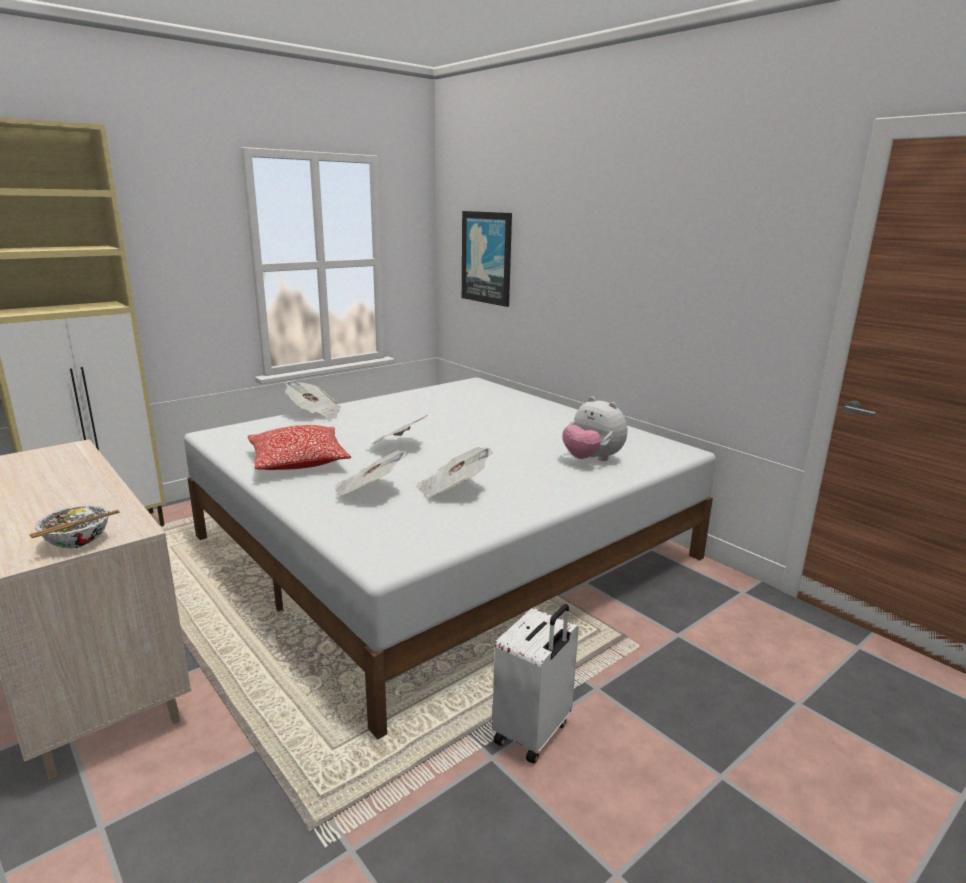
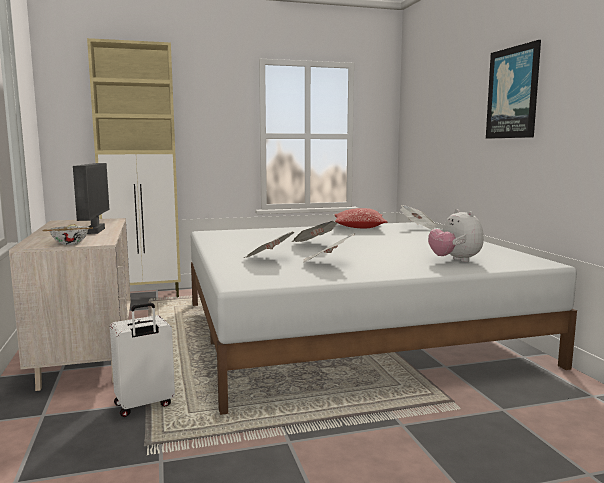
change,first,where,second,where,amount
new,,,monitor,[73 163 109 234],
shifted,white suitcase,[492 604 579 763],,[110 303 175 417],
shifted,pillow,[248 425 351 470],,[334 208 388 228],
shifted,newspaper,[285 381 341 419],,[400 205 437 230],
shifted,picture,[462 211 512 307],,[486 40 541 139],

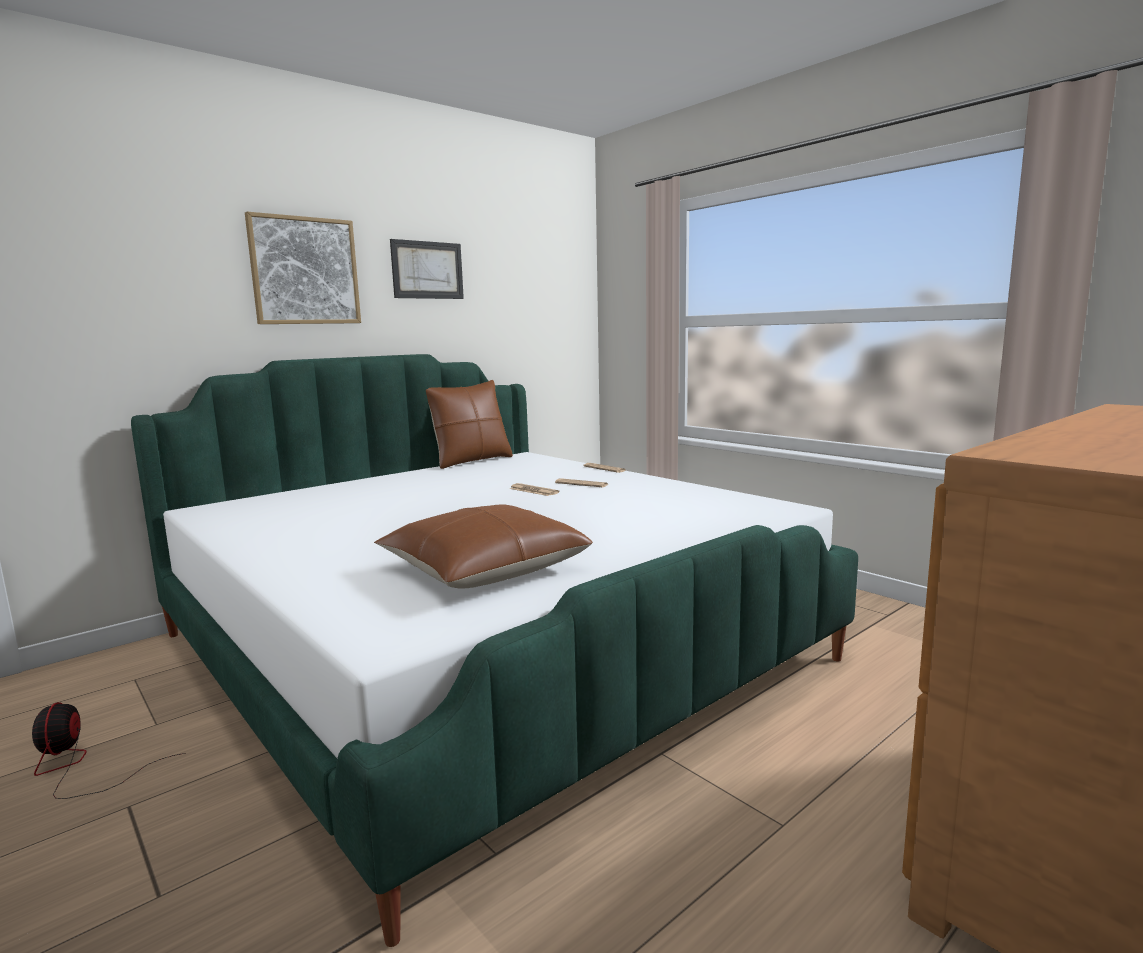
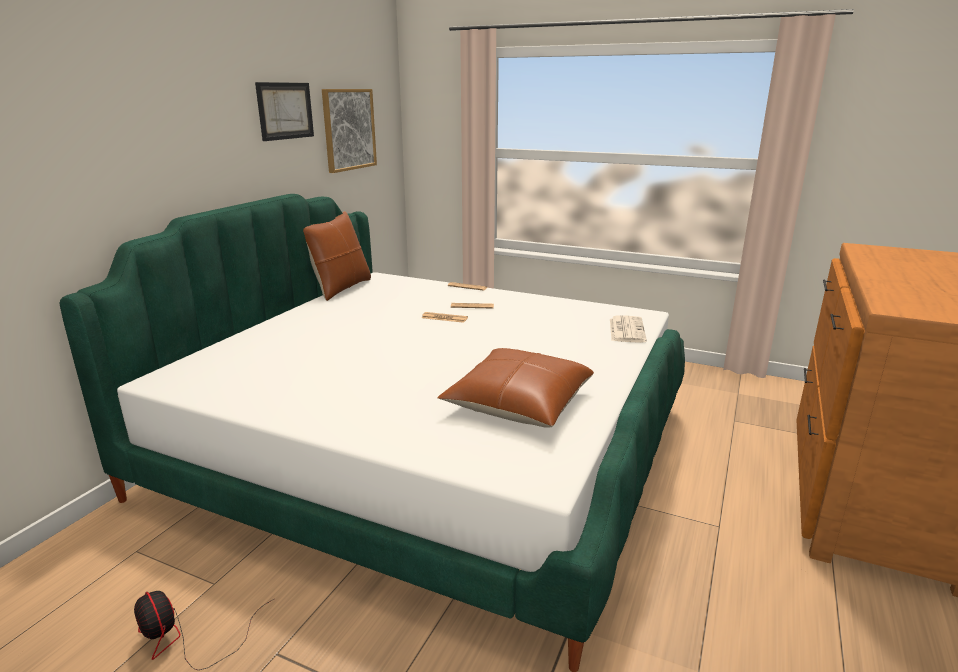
change,first,where,second,where,amount
shifted,picture,[245 212 361 324],,[322 89 377 173],
new,,,newspaper,[610 315 647 343],

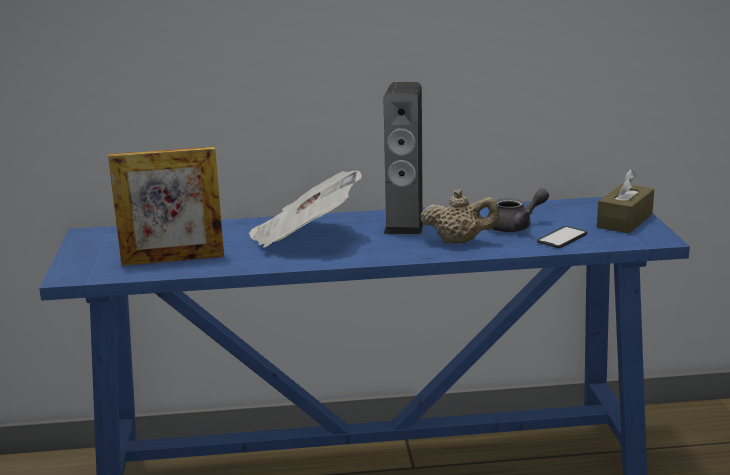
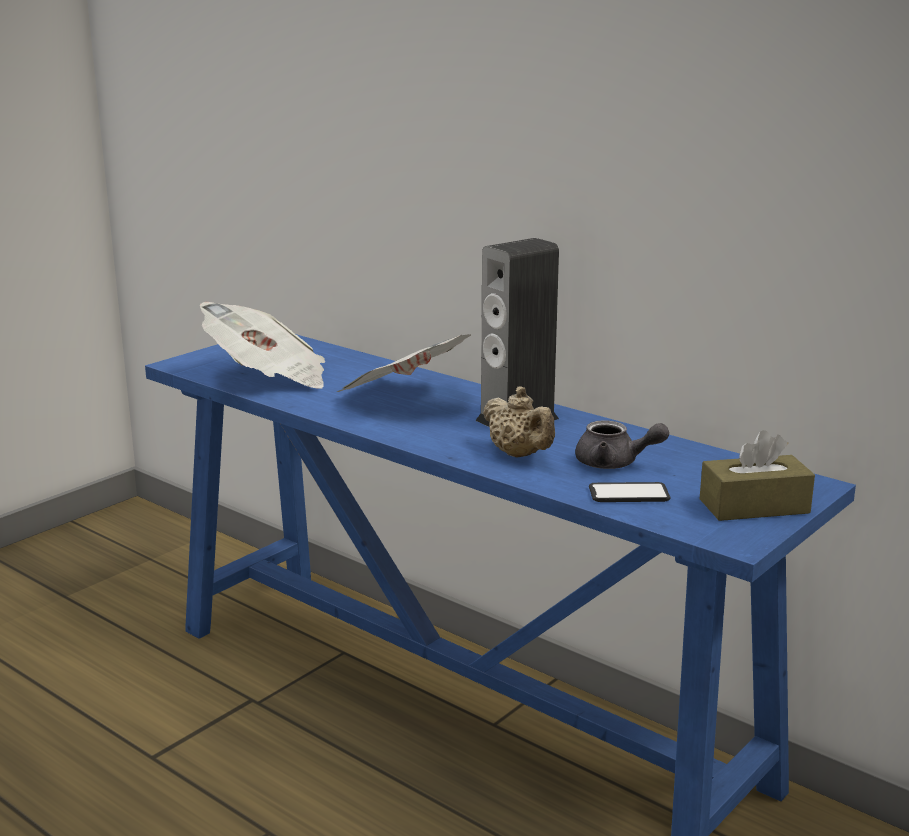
change,first,where,second,where,amount
swapped,picture frame,[108 147 224 266],newspaper,[200 302 325 388],

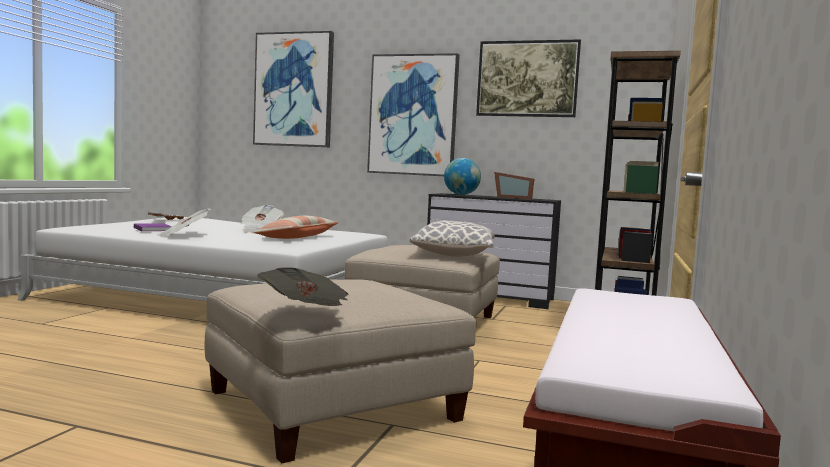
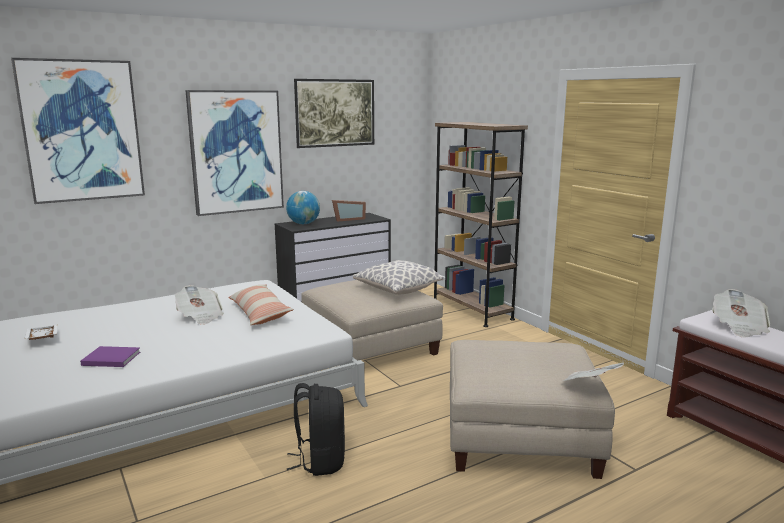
change,first,where,second,where,amount
new,,,black backpack,[287 383 345 476],
shifted,newspaper,[157 208 211 236],,[712 289 770 337],

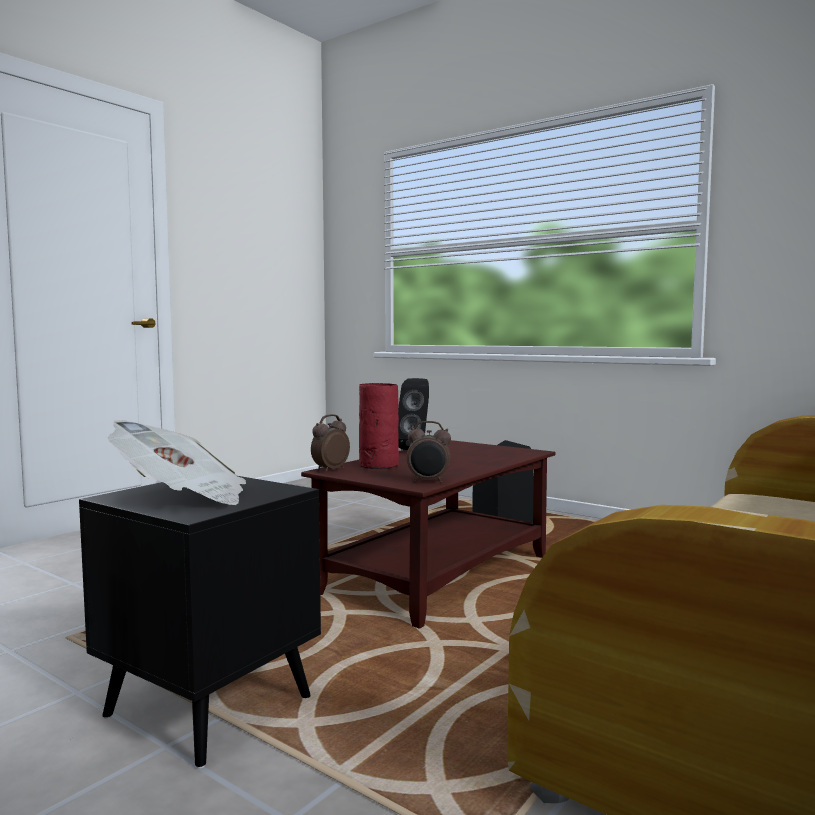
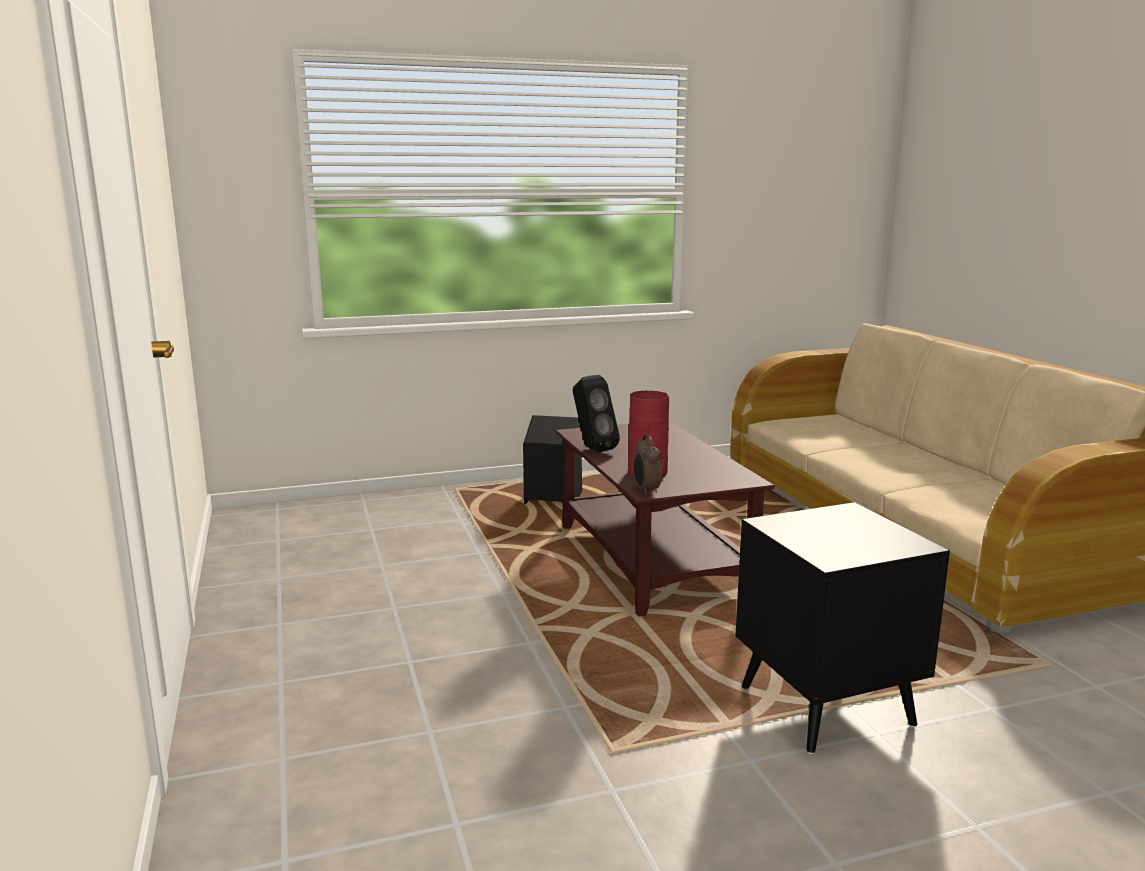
change,first,where,second,where,amount
gone,newspaper,[108 420 246 505],,,
gone,alarm clock,[407 421 451 483],,,

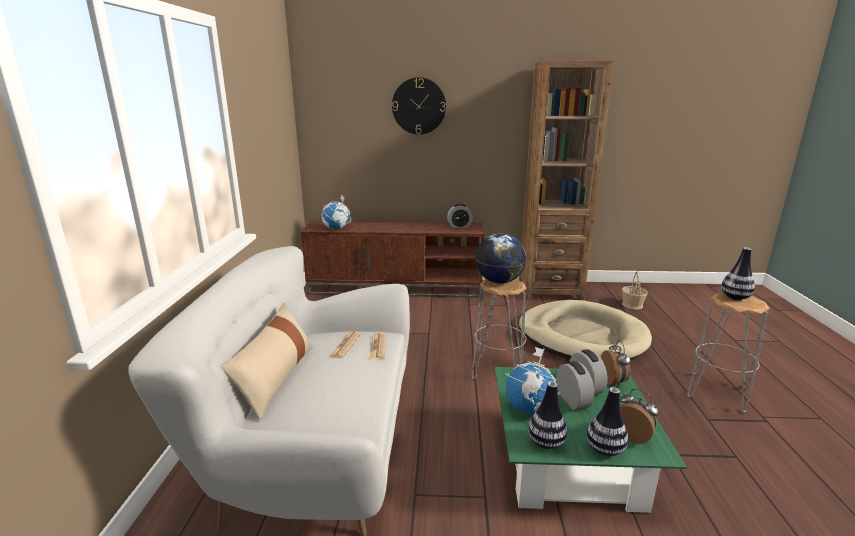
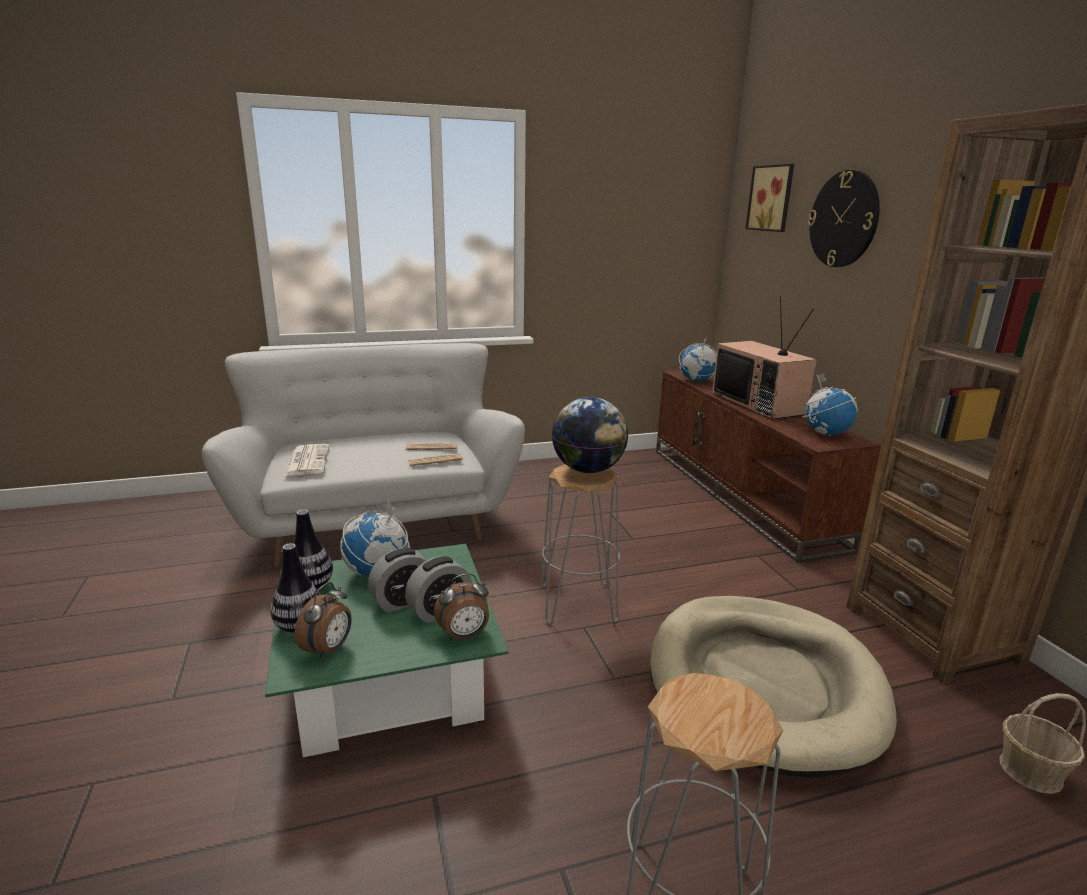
change,first,where,second,where,amount
new,,,newspaper,[284 444 329 476],
new,,,television,[712 296 817 419],
new,,,picture,[746 164 794 232],
swapped,alarm clock,[447 204 473 228],globe,[802 373 858 436],
gone,beige pillow,[220 303 313 420],,,
gone,vase,[721 247 755 300],,,

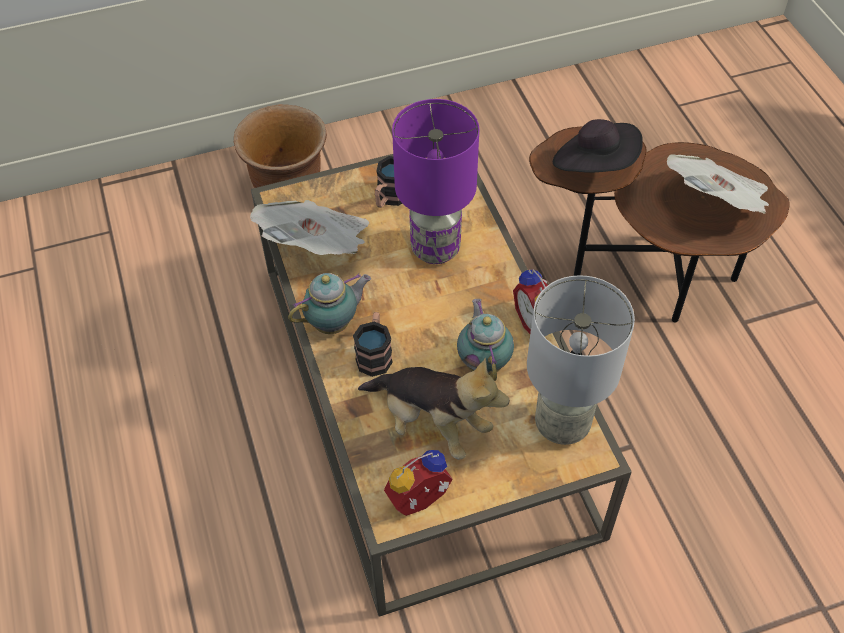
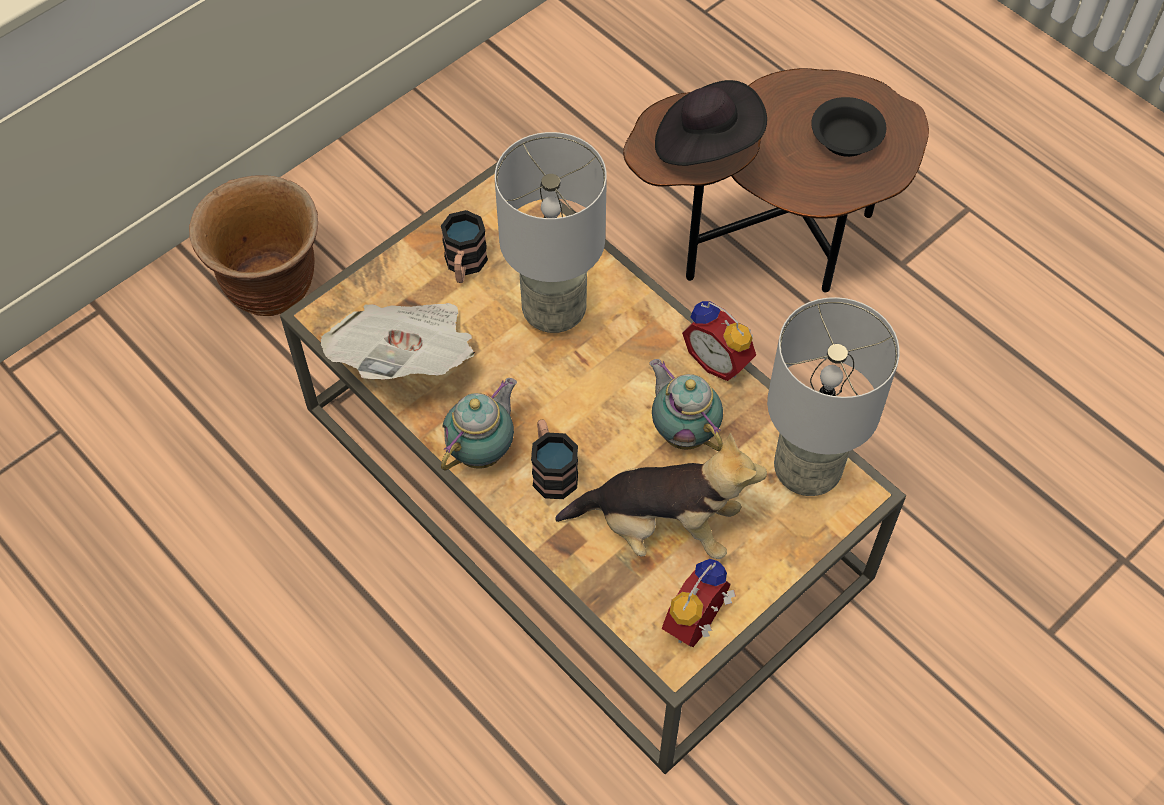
change,first,where,second,where,amount
repainted,purple table lamp,[392 99 479 264],grey table lamp,[495 132 607 333],
swapped,newspaper,[667 154 769 213],black bowl,[811 97 886 157],

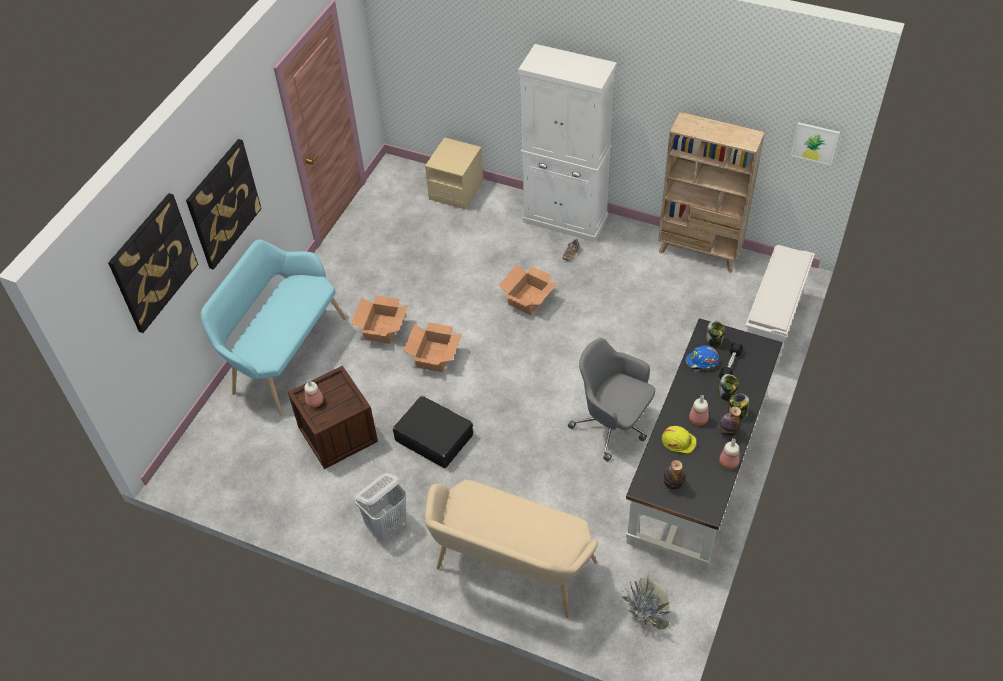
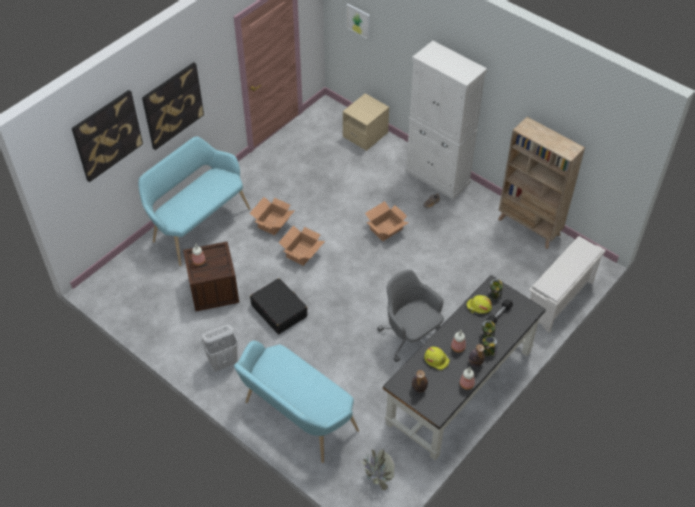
change,first,where,second,where,amount
repainted,beige bench,[425 479 598 618],turquoise bench,[234 341 359 463],
shifted,picture,[791 122 840 165],,[346 3 370 39],
repainted,blue hard hat,[686 346 719 372],yellow hard hat,[467 295 492 314],

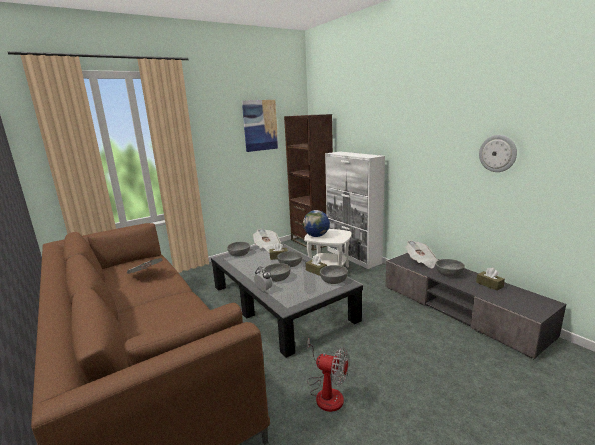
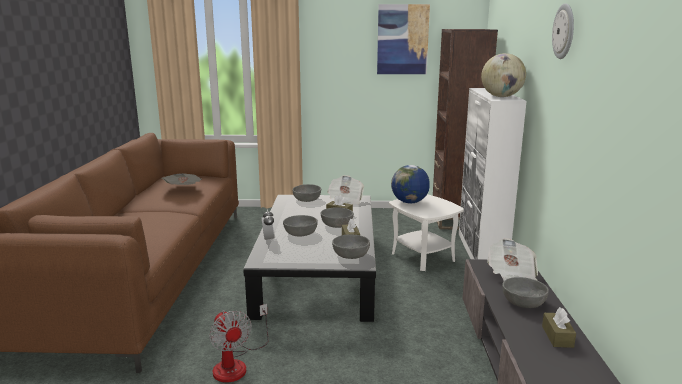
change,first,where,second,where,amount
new,,,globe,[481 53 526 97],
shifted,wall clock,[479 135 517 172],,[552 3 574 59],

